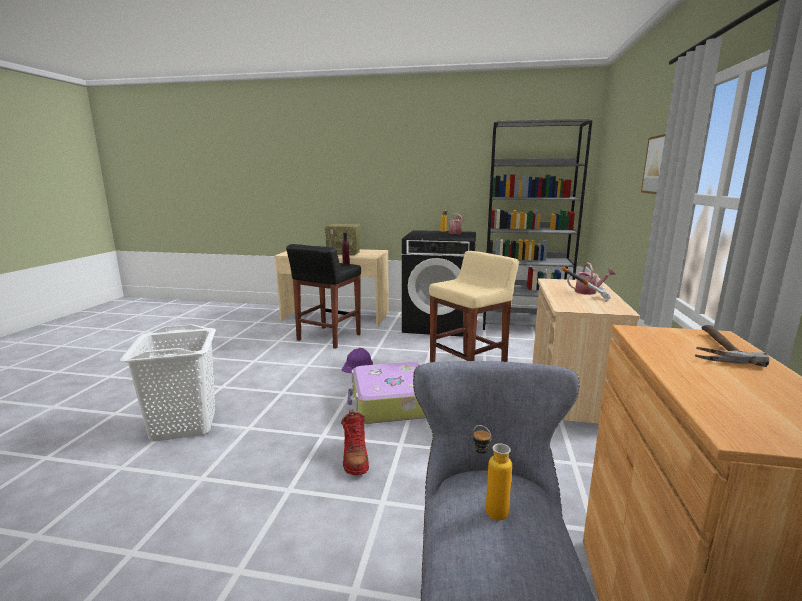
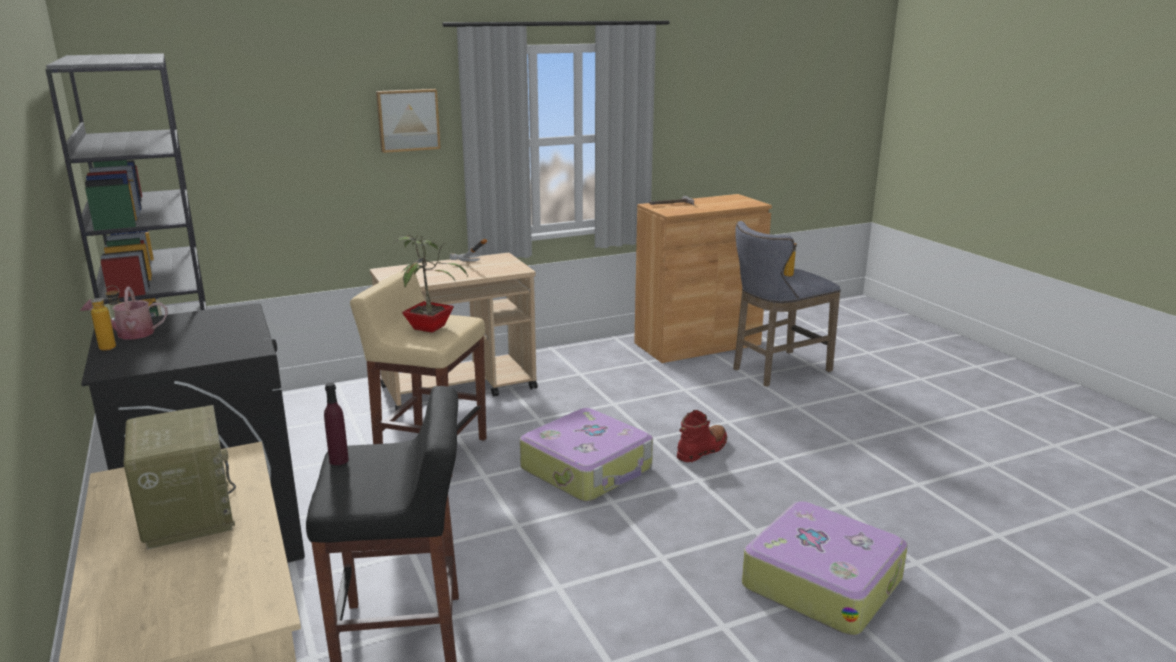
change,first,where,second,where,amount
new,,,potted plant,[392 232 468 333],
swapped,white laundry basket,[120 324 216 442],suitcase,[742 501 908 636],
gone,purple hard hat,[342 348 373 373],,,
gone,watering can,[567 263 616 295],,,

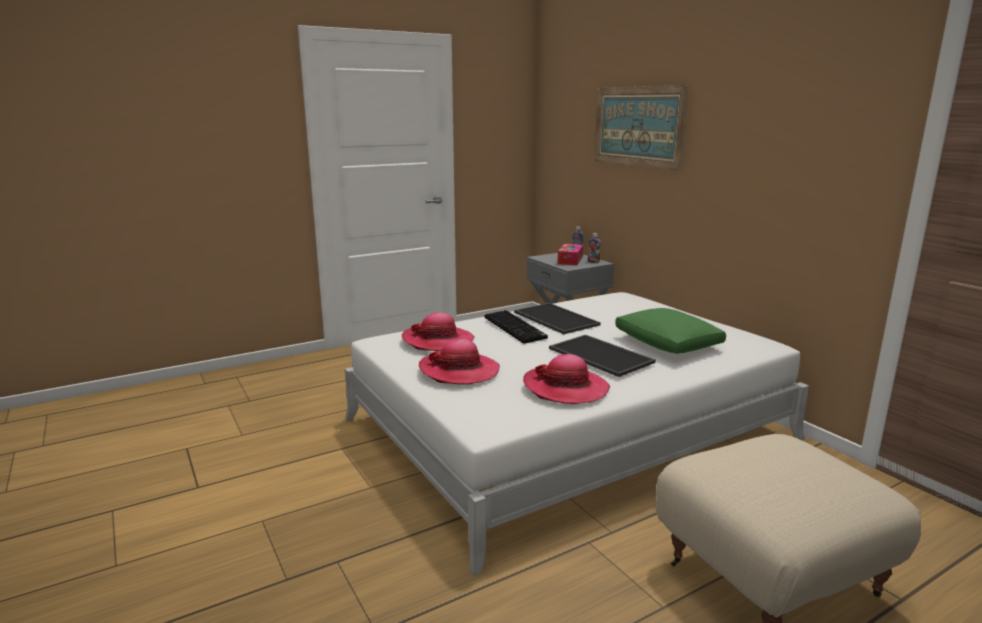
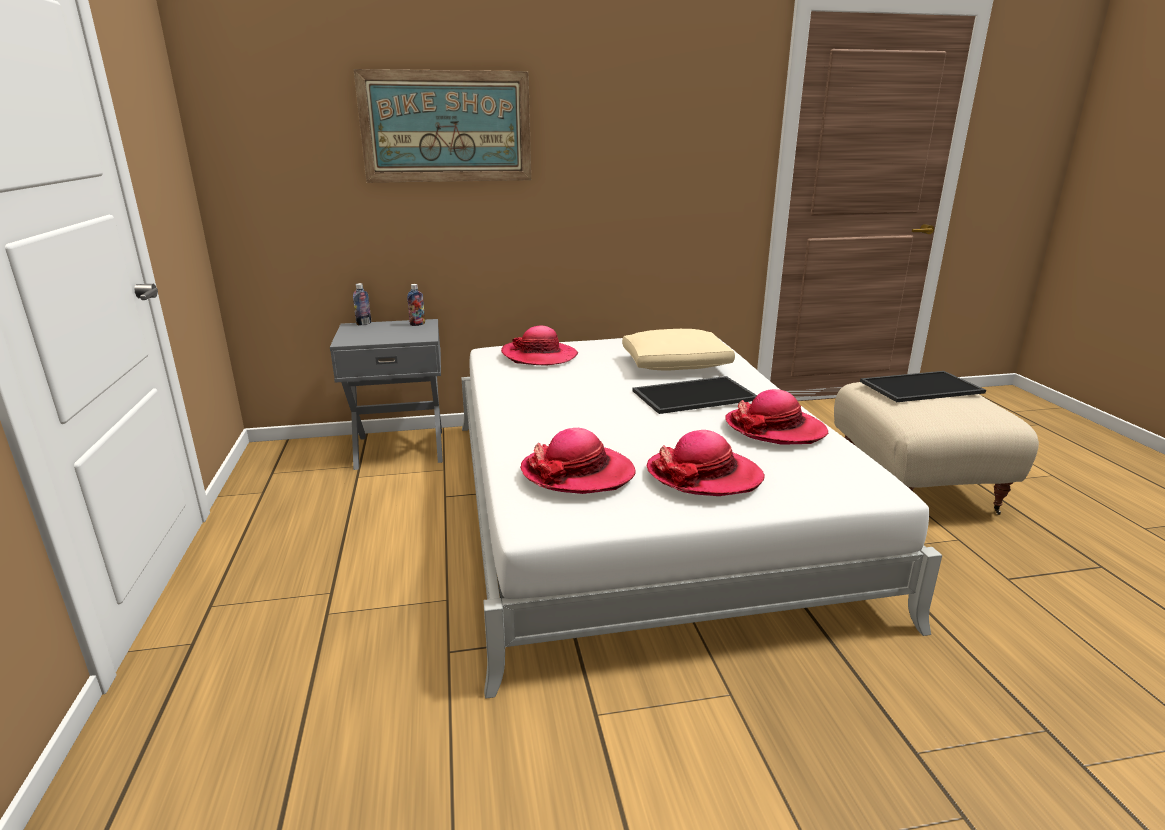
change,first,where,second,where,amount
new,,,hat,[501 325 578 366],
repainted,green pillow,[615 308 726 354],beige pillow,[622 329 735 370],
shifted,tray,[514 303 601 334],,[860 371 986 402],
gone,keyboard,[485 310 548 344],,,
gone,tissue box,[557 244 583 265],,,

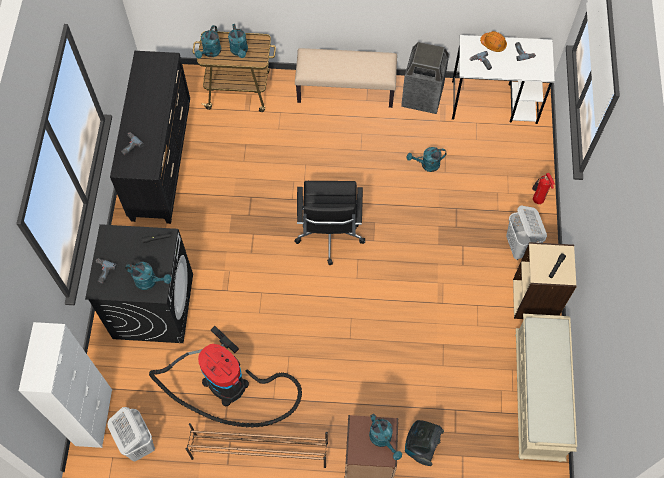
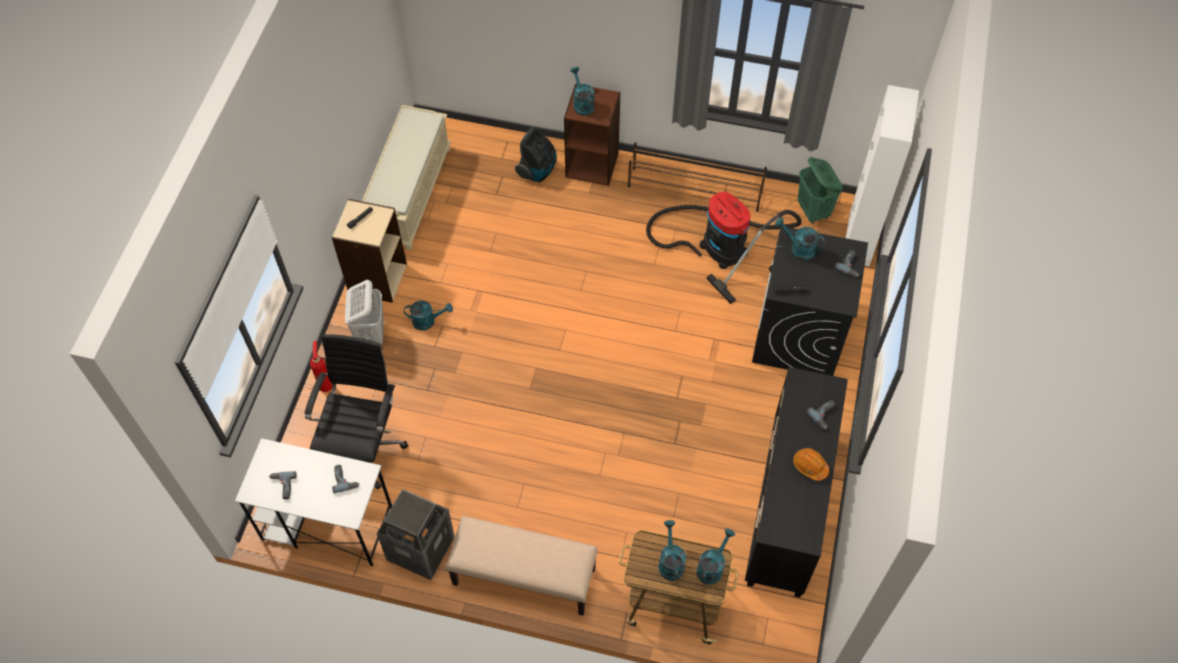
change,first,where,second,where,amount
shifted,black office chair,[294 181 365 265],,[305 334 408 489],
shifted,turquoise watering can,[407 147 447 172],,[404 301 453 330],
shifted,orange hard hat,[480 31 507 52],,[793 448 829 481],
repainted,white laundry basket,[108 407 155 462],green laundry basket,[797 157 843 224],

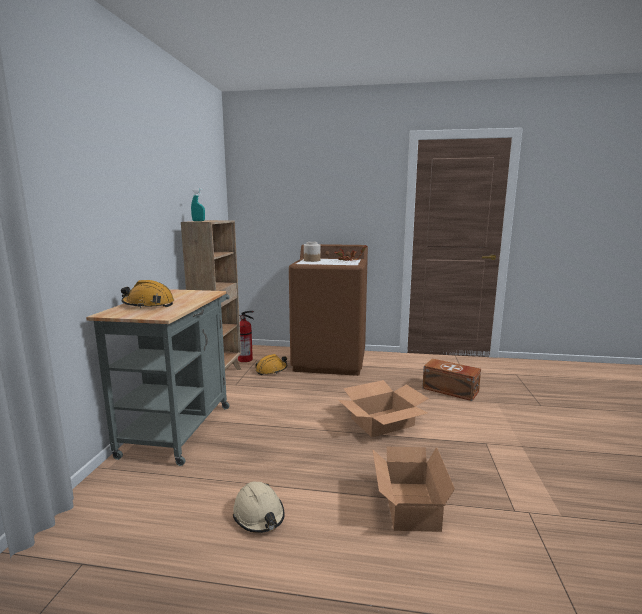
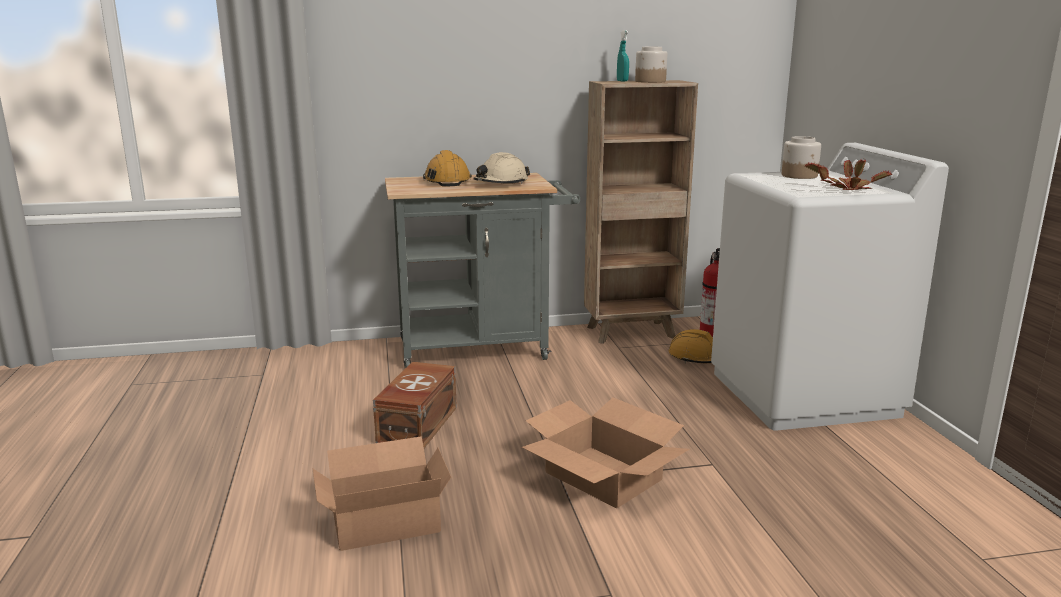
change,first,where,second,where,amount
shifted,brown storage box,[422 359 481 401],,[373 362 457 448],
shifted,beige hard hat,[233 482 285 533],,[474 152 530 184],
new,,,jar,[635 47 667 83],
repainted,brown washing machine,[289 244 368 376],white washing machine,[711 143 949 431],

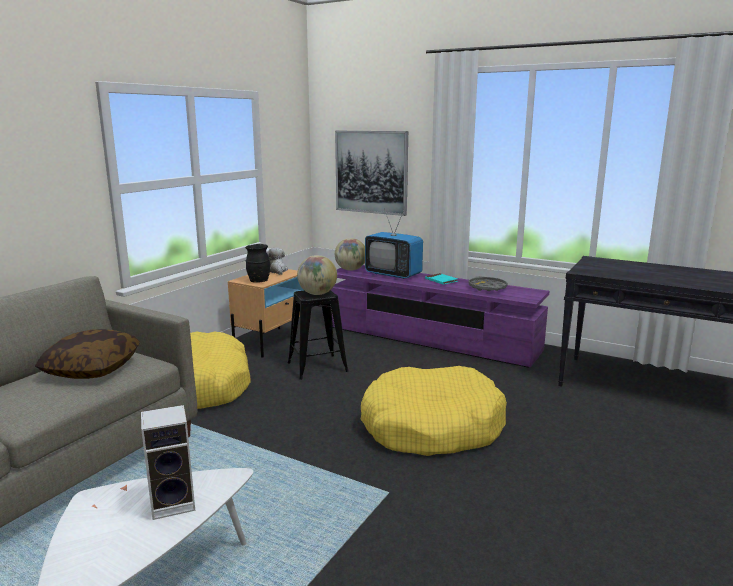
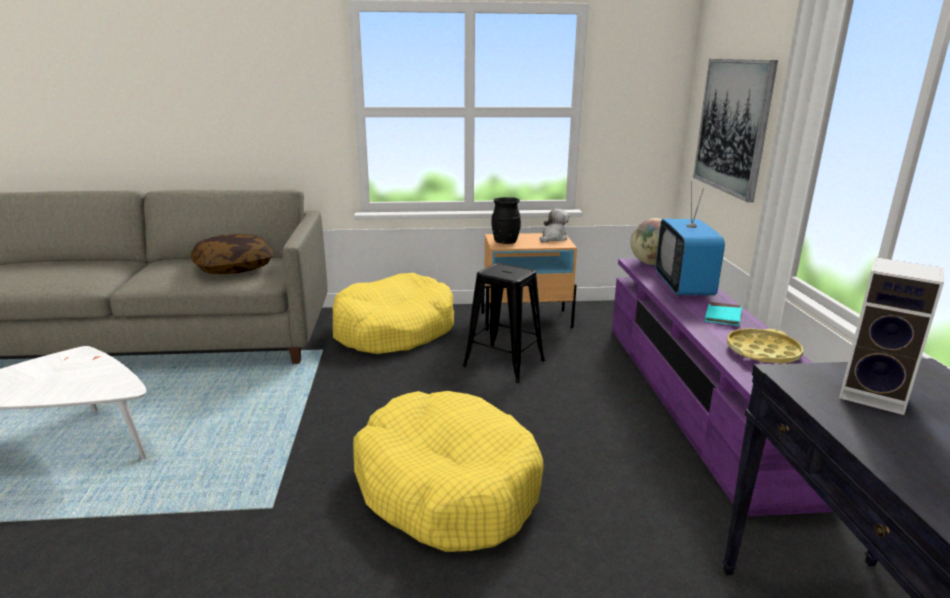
change,first,where,second,where,amount
repainted,grey tray,[468 276 508 291],yellow tray,[727 328 803 364],
shifted,speaker,[141 405 195 520],,[839 257 944 415],
gone,globe,[297 255 337 295],,,

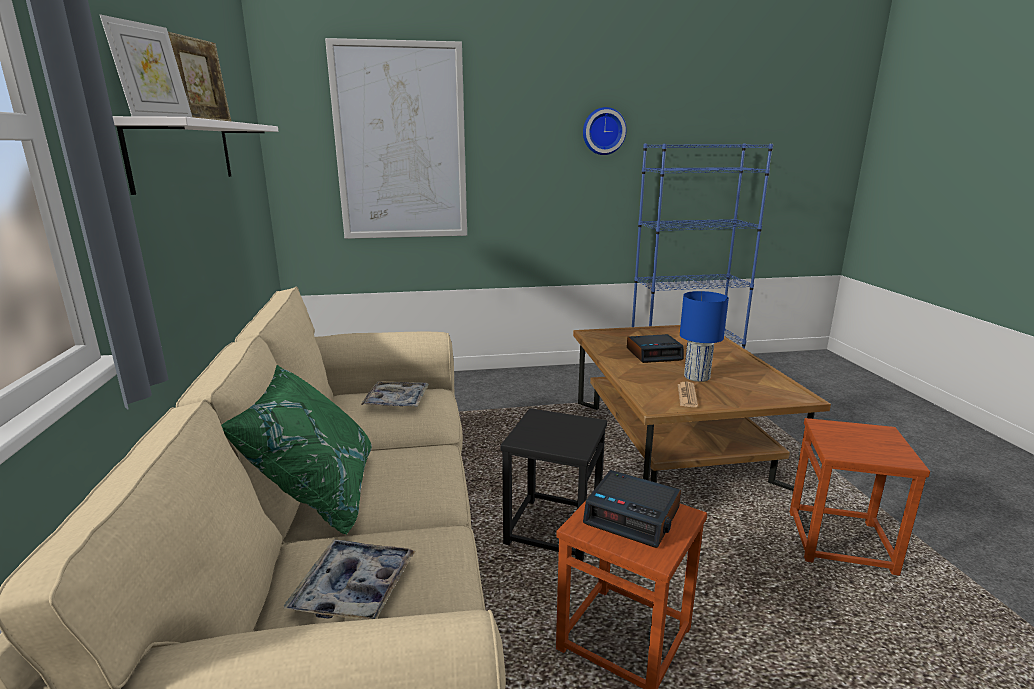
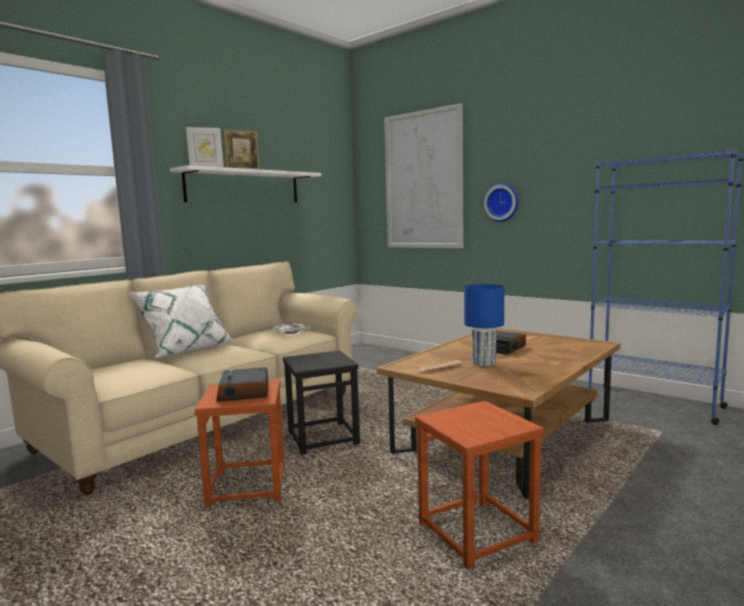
change,first,where,second,where,amount
repainted,green pillow,[221 365 372 535],white pillow,[130 285 234 358],
shifted,wall clock,[583 107 627 155],,[484 184 519 222],
gone,tray,[283 540 416 620],,,

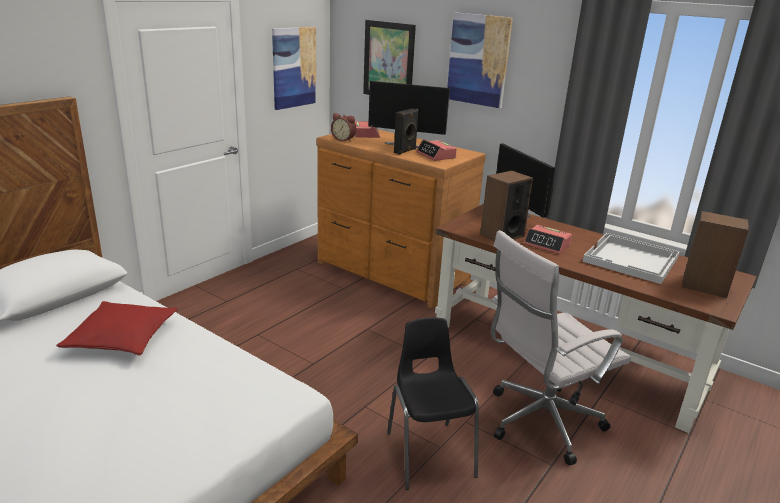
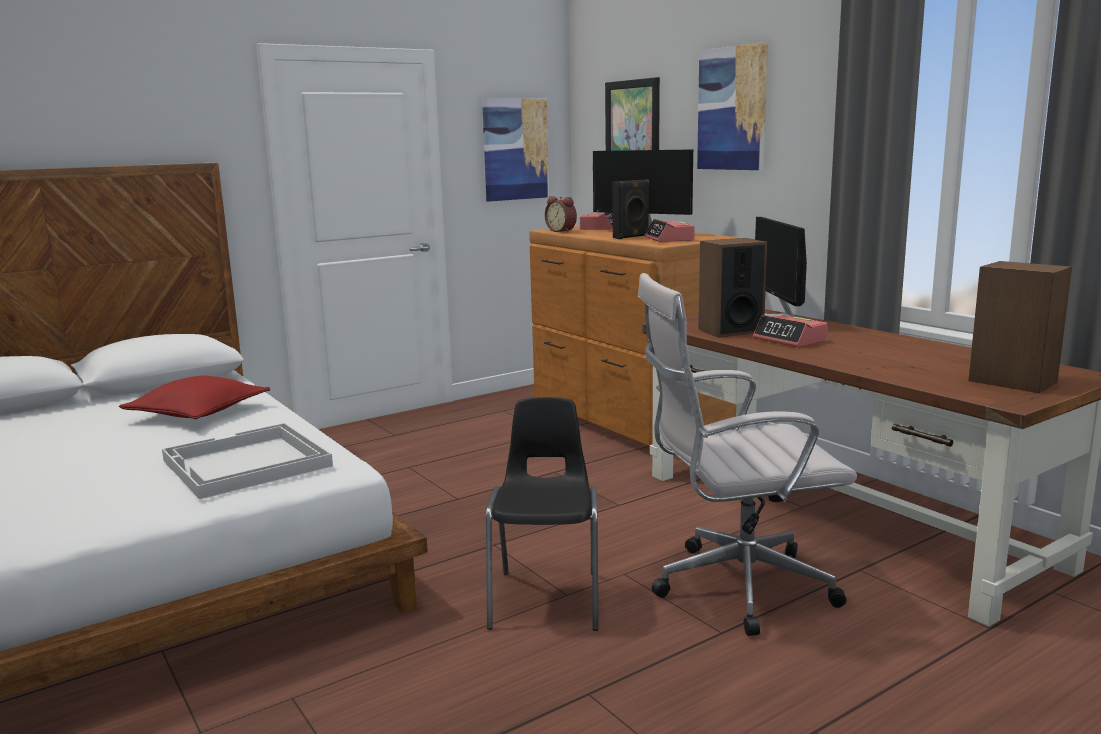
change,first,where,second,where,amount
shifted,white tray,[583 233 680 284],,[162 423 333 499],

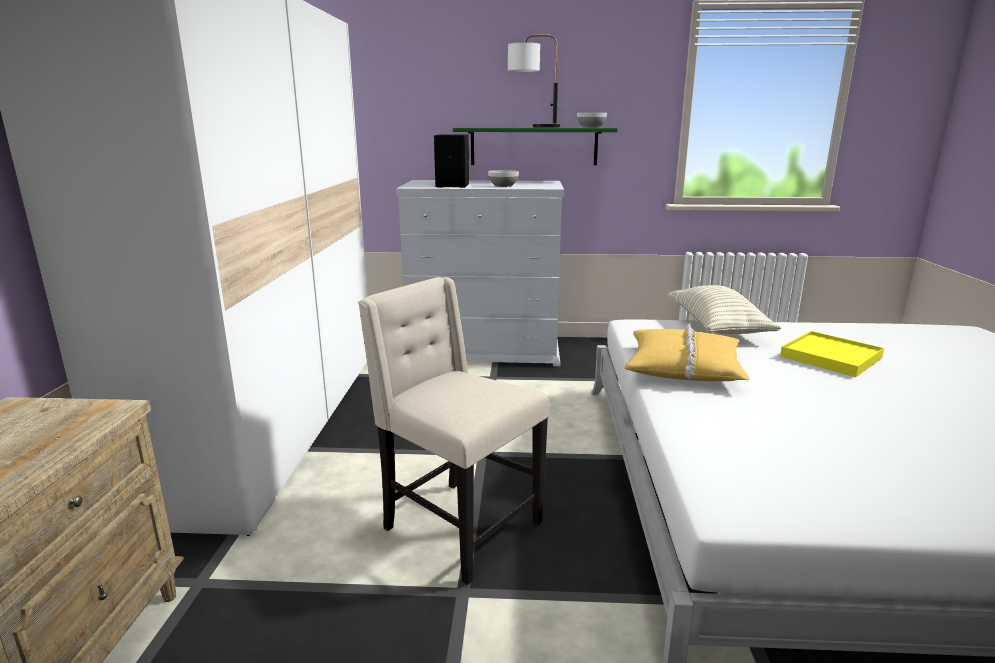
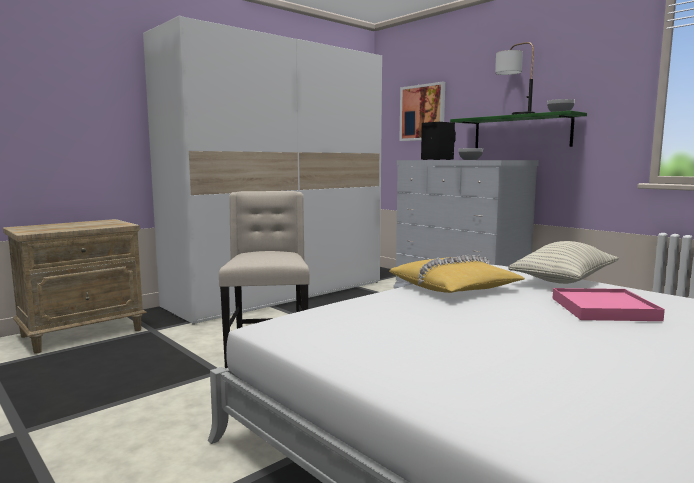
change,first,where,second,where,amount
new,,,picture,[399 82 445 141],
repainted,yellow tray,[780 331 884 377],pink tray,[553 288 665 321],

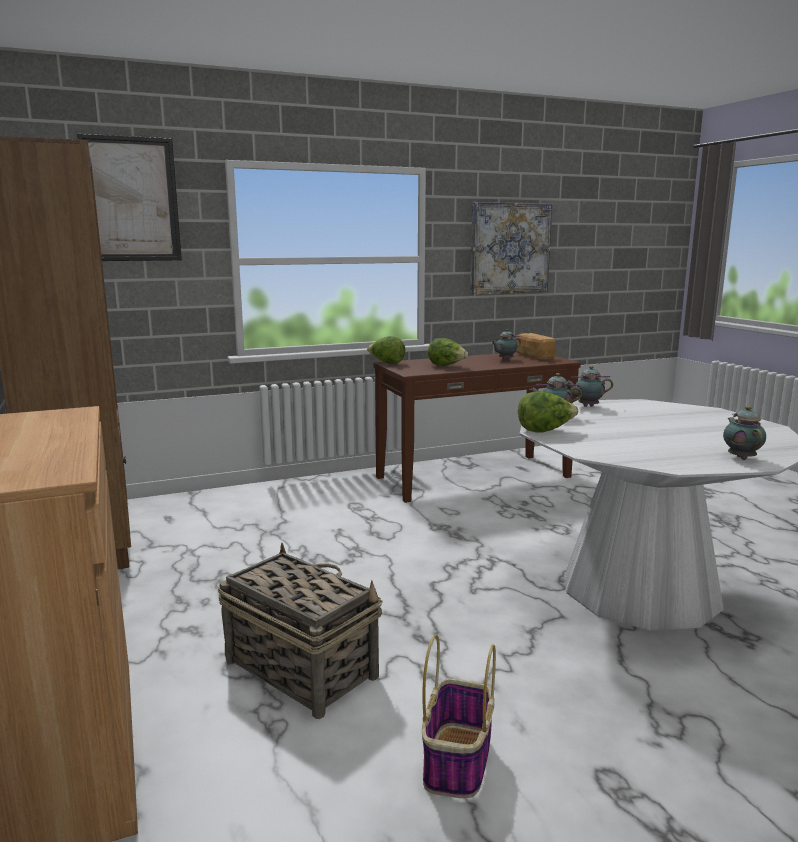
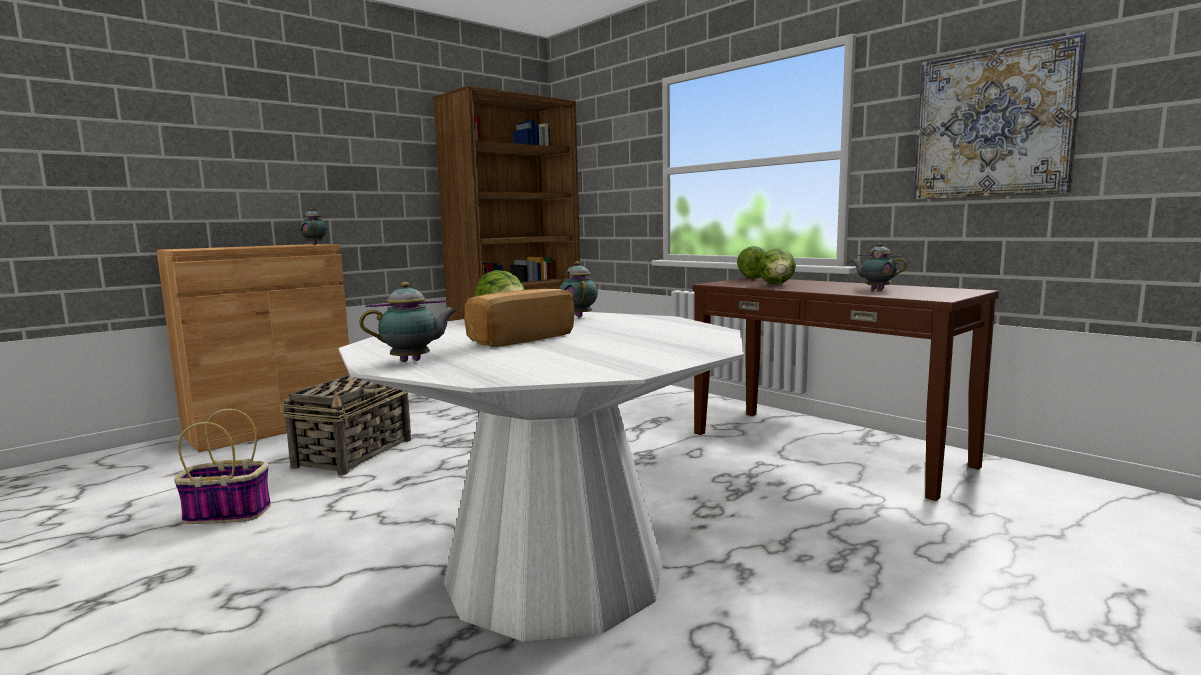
change,first,where,second,where,amount
shifted,teapot,[567 366 613 407],,[299 208 327 245],
shifted,bread,[516 333 556 360],,[465 289 575 347],
gone,picture,[77 134 182 261],,,

